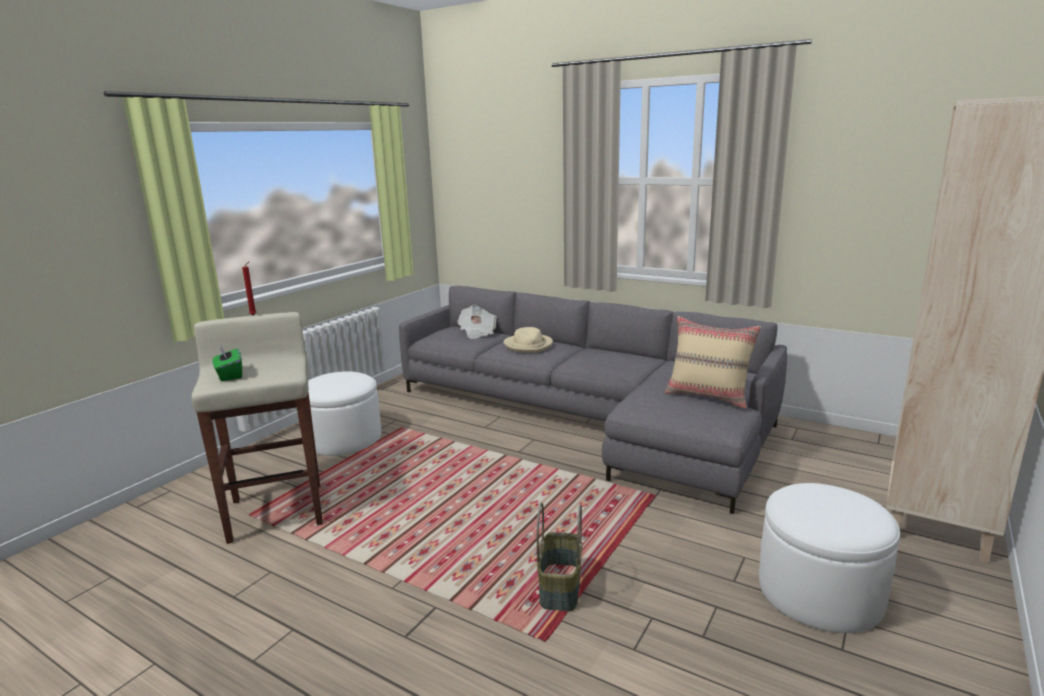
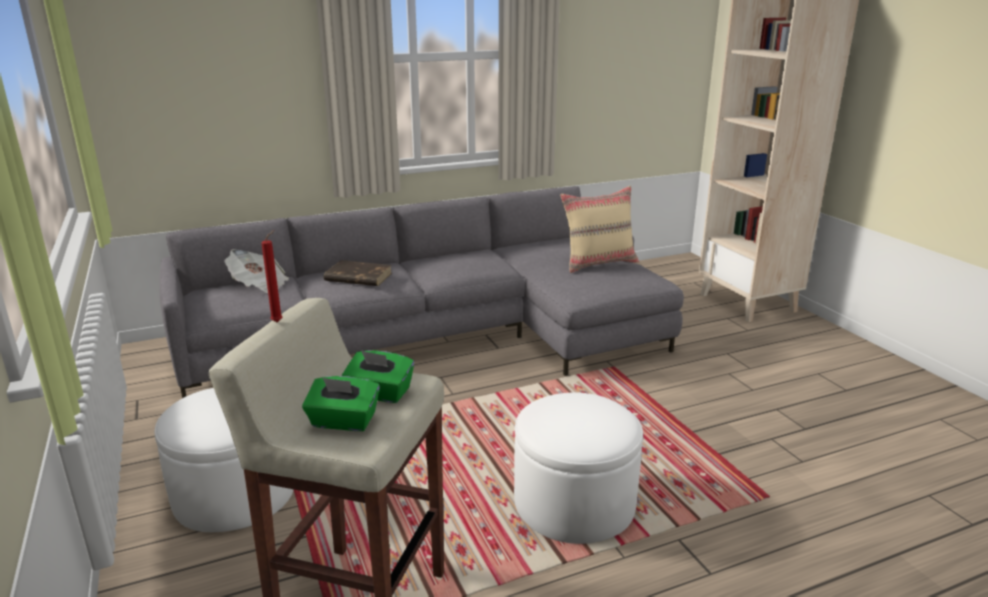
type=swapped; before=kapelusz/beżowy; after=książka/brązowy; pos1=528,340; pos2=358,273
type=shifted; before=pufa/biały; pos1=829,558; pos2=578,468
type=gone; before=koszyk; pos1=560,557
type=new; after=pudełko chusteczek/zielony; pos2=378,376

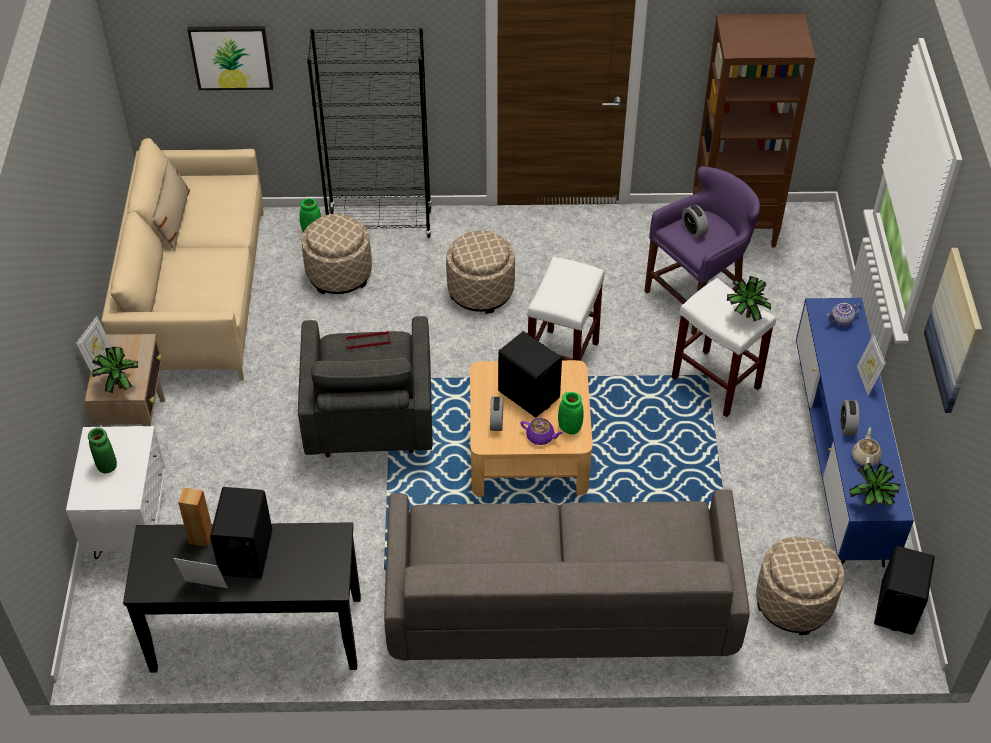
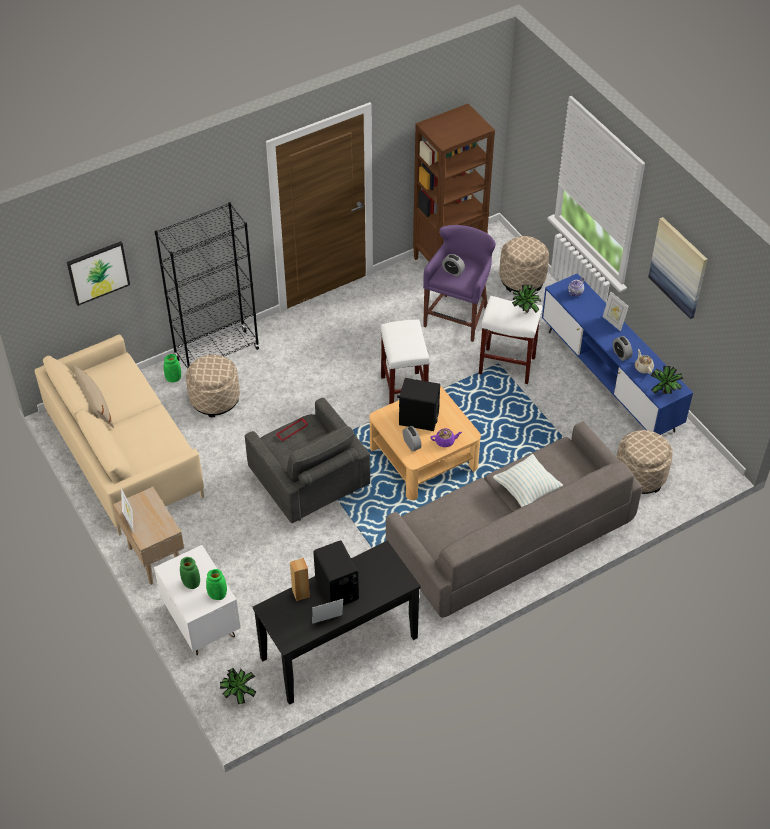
type=shifted; before=pufa/beżowy; pos1=480,272; pos2=524,264
type=shifted; before=roślina doniczkowa; pos1=115,370; pos2=238,686
type=shifted; before=wazon/zielony; pos1=570,413; pos2=216,584
type=gone; before=głośnik/czarny; pos1=904,590
type=new; after=poduszka; pos2=528,480

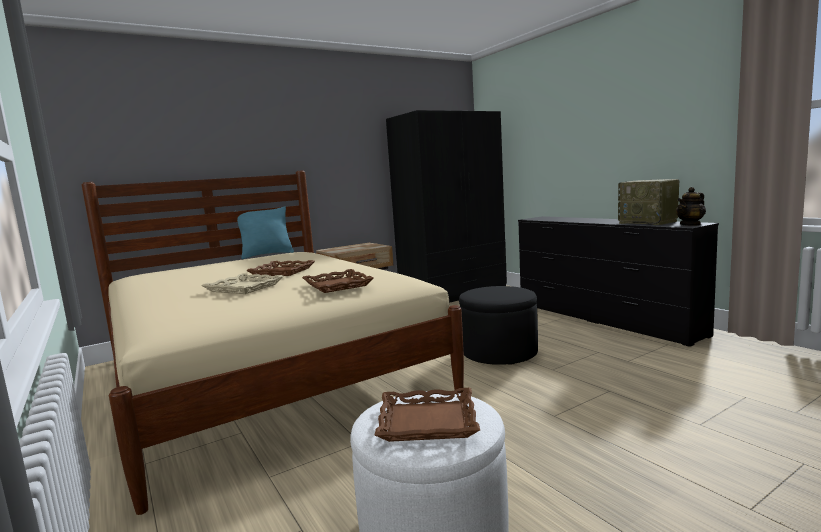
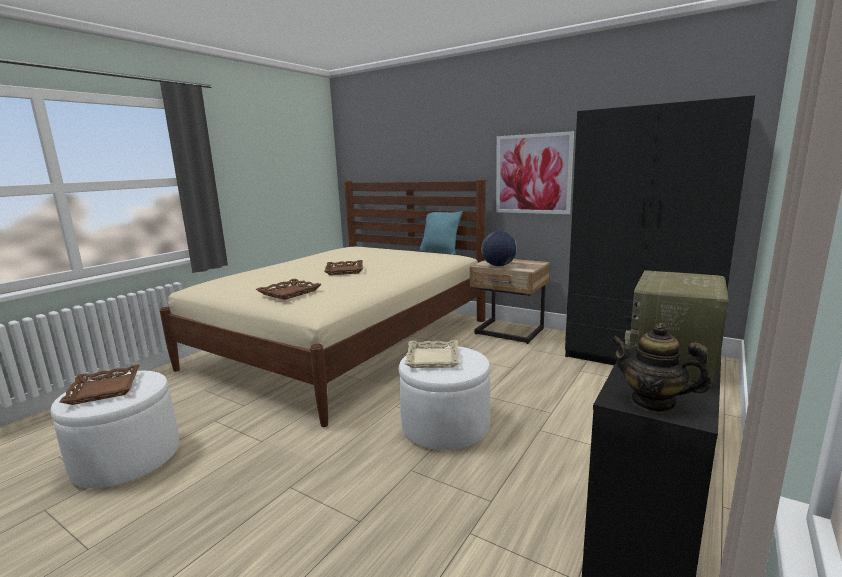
type=shifted; before=taca/beżowy; pos1=242,283; pos2=432,354
type=repainted; before=pufa/czarny; after=pufa/biały; pos1=498,325; pos2=444,398
type=new; after=obraz; pos2=535,172
type=new; after=globus; pos2=499,248

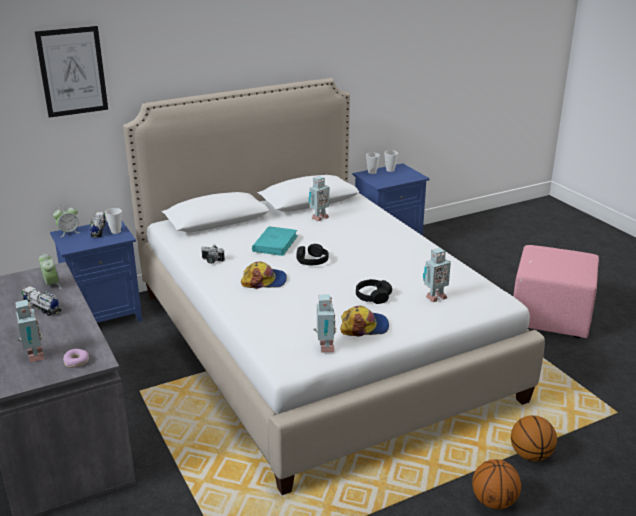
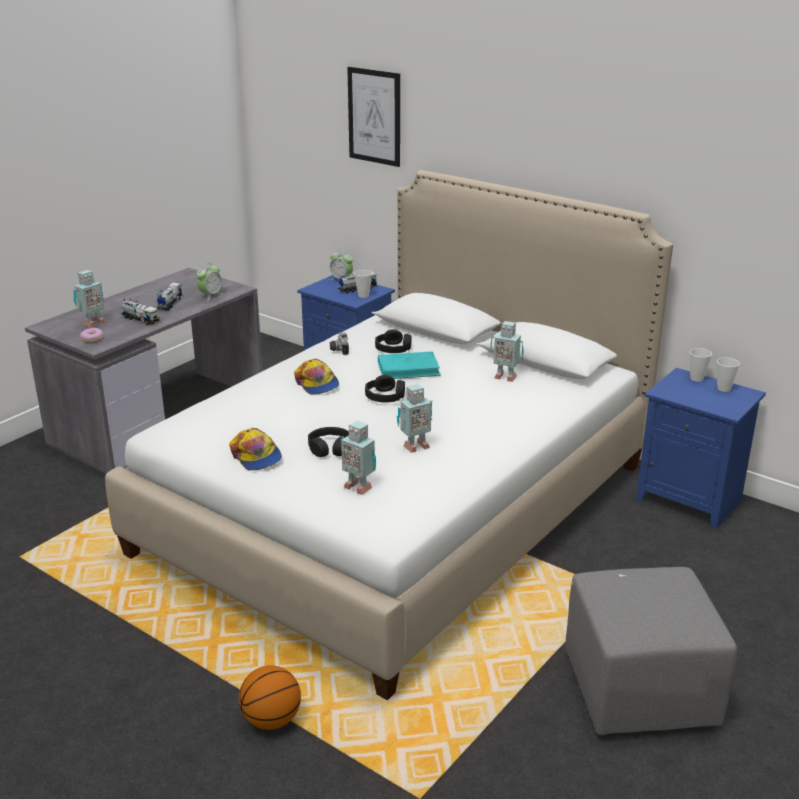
type=repainted; before=pufa/różowy; after=pufa/szary; pos1=556,291; pos2=651,651
type=shifted; before=robot zabawkowy; pos1=325,323; pos2=414,418
type=gone; before=piłka do koszykówki; pos1=496,484
type=new; after=ciężarówka zabawkowa; pos2=140,311
type=new; after=słuchawki/czarny; pos2=393,341

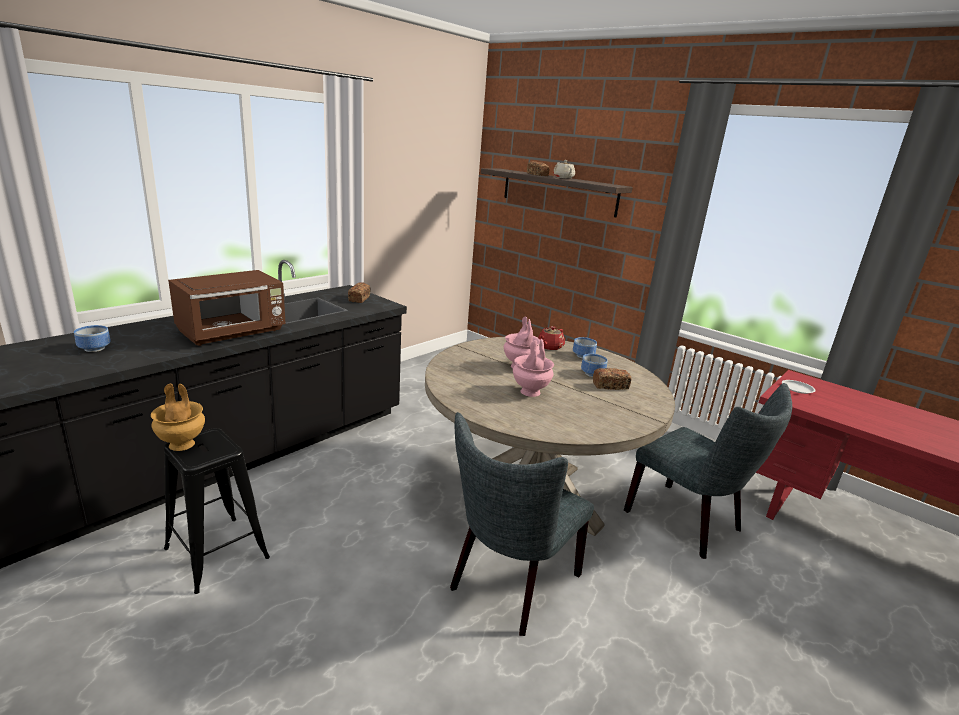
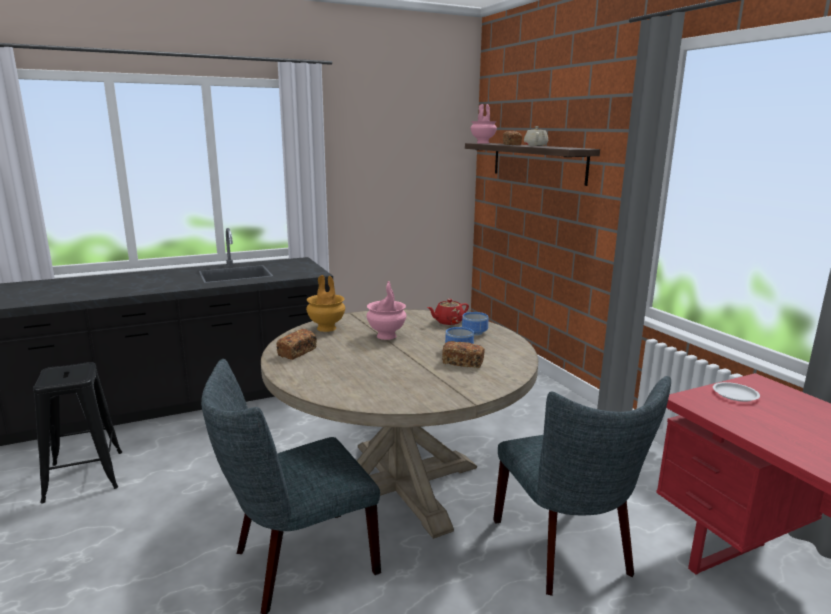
type=gone; before=mikrofalówka/brązowy; pos1=227,308
type=shifted; before=chleb; pos1=359,293; pos2=296,344
type=gone; before=miska; pos1=92,338
type=shifted; before=wazon/różowy; pos1=533,368; pos2=483,123
type=shifted; before=wazon/brązowy; pos1=178,417; pos2=325,303

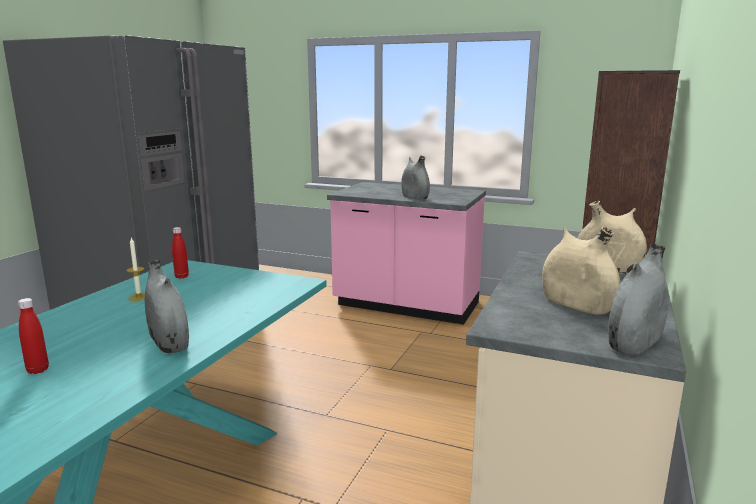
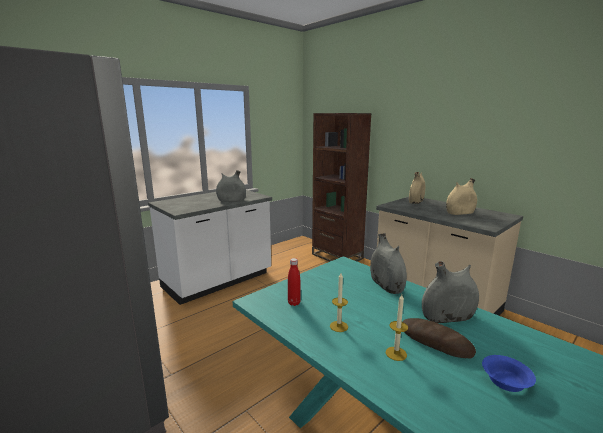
type=repainted; before=zabudowa kuchenna/różowy; after=zabudowa kuchenna/biały; pos1=406,253; pos2=210,247
type=shifted; before=wazon/szary; pos1=638,299; pos2=388,263
type=swapped; before=butelka/czerwony; after=miska/niebieski; pos1=33,336; pos2=509,373
type=new; after=świeca; pos2=397,327
type=new; after=chleb; pos2=439,338

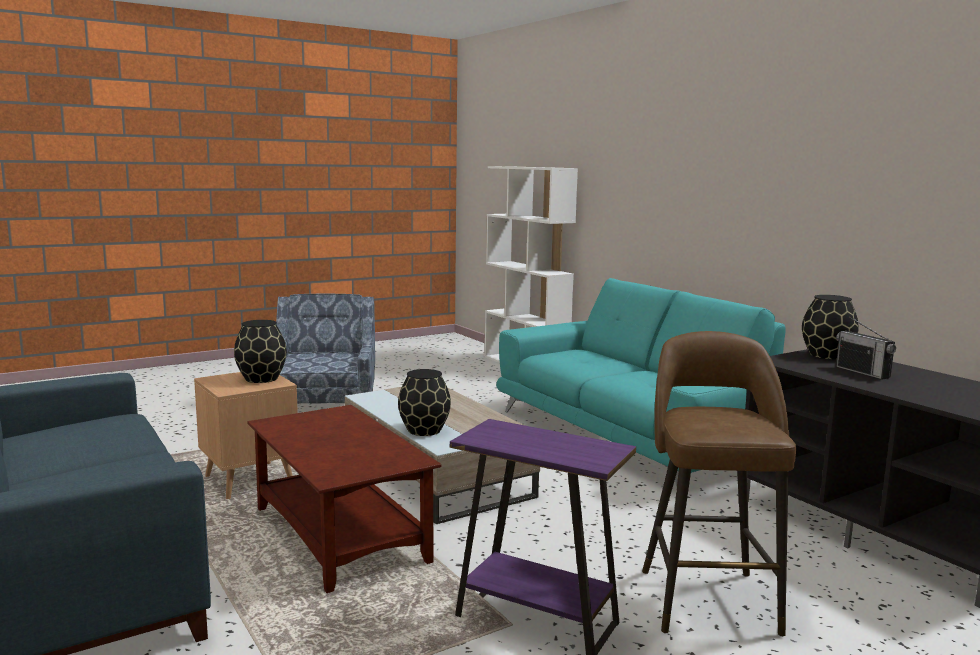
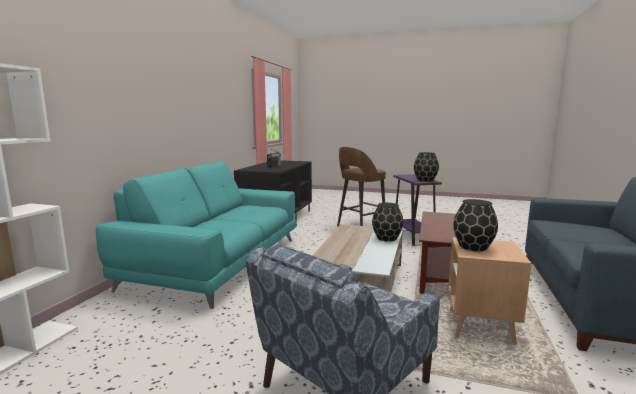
type=shifted; before=wazon/czarny; pos1=830,327; pos2=426,167

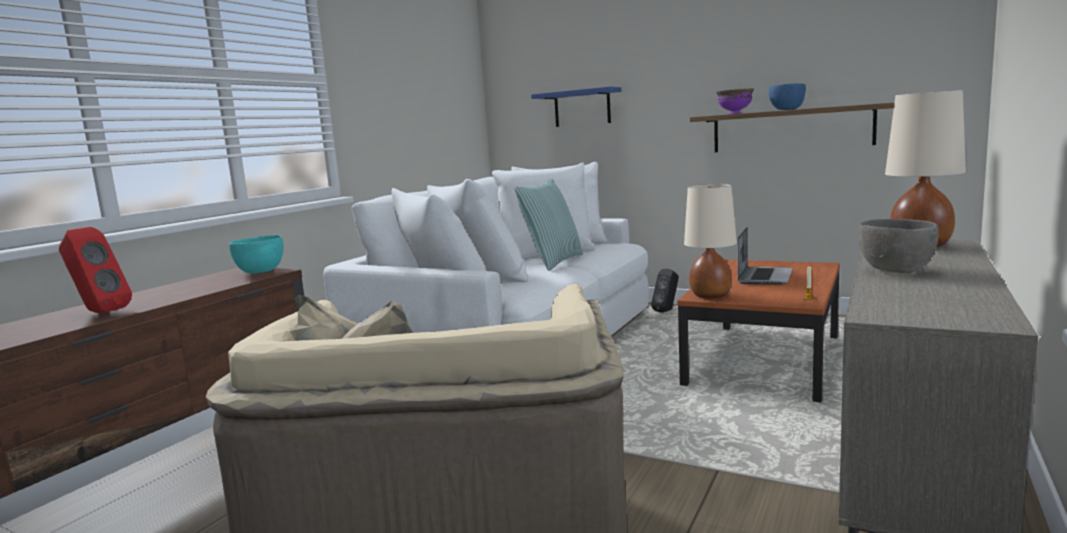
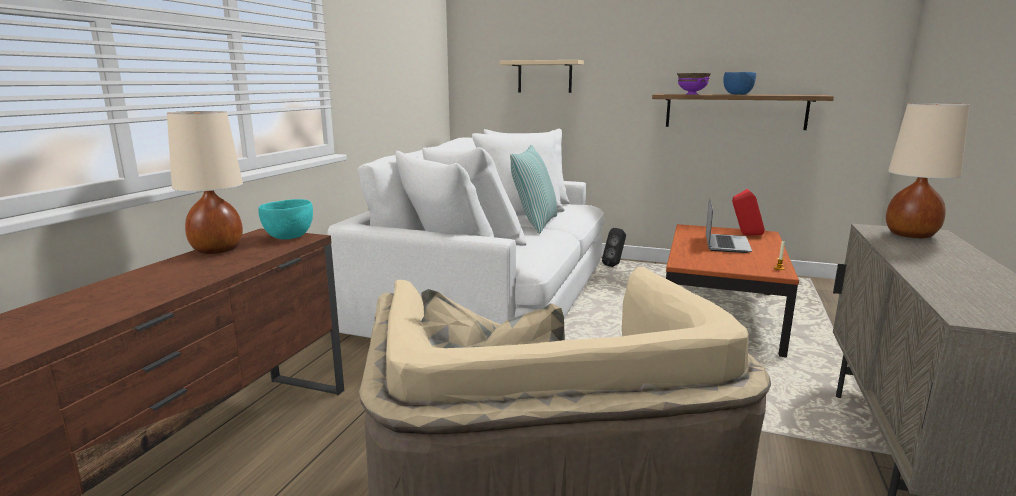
type=repainted; before=półka/niebieski; after=półka/beżowy; pos1=576,106; pos2=542,76
type=shifted; before=lampa stołowa/beżowy; pos1=710,241; pos2=205,182
type=gone; before=miska/szary; pos1=898,246
type=shifted; before=głośnik/czerwony; pos1=95,270; pos2=748,212

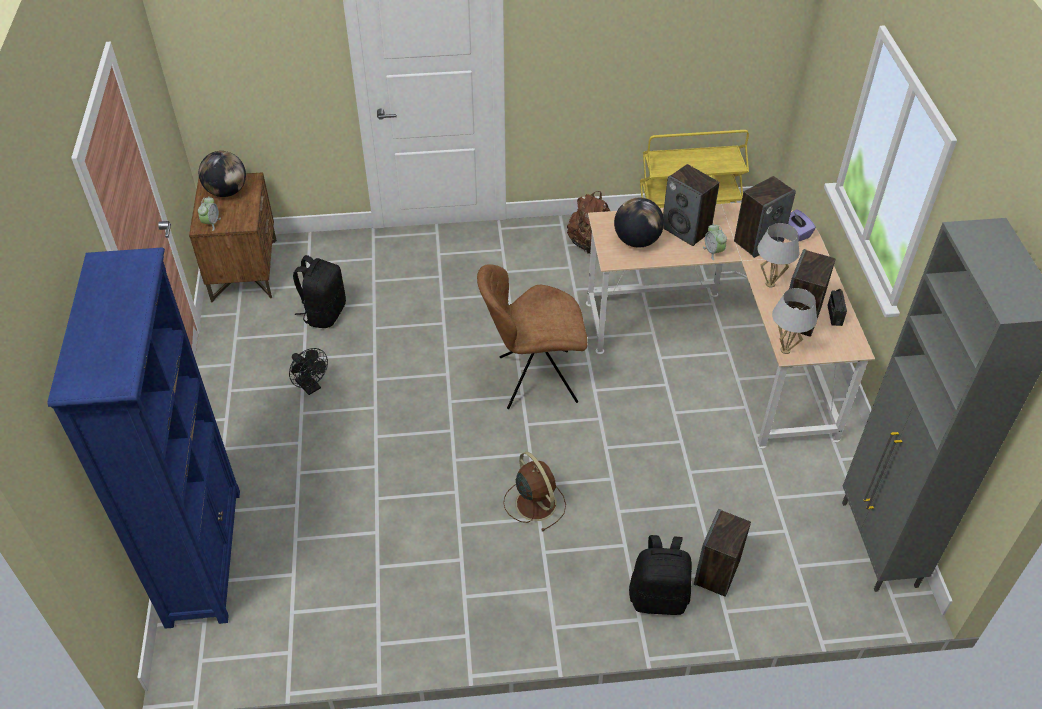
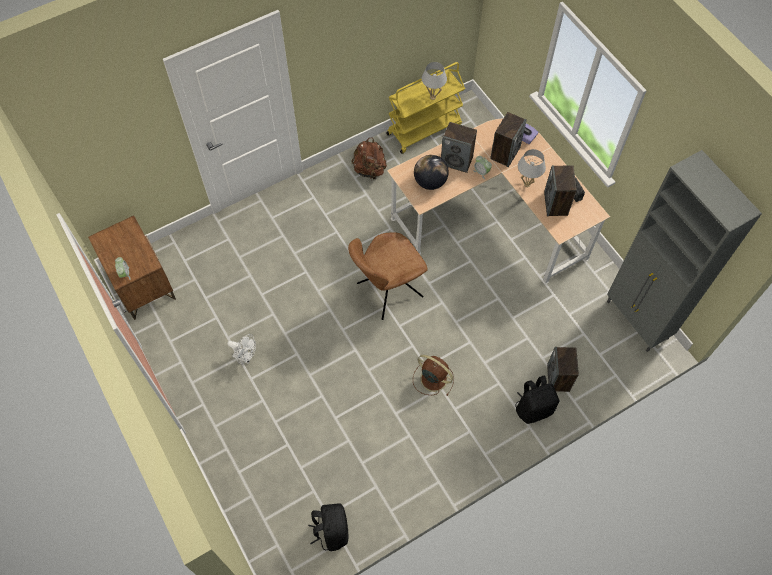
type=gone; before=globus; pos1=222,174
type=gone; before=regał/niebieski; pos1=144,438
type=shifted; before=plecak/czarny; pos1=319,291; pos2=328,527
type=shifted; before=lampa stołowa/biały; pos1=794,321; pos2=434,81
type=repainted; before=wentylator/czarny; after=wentylator/biały; pos1=308,371; pos2=242,349

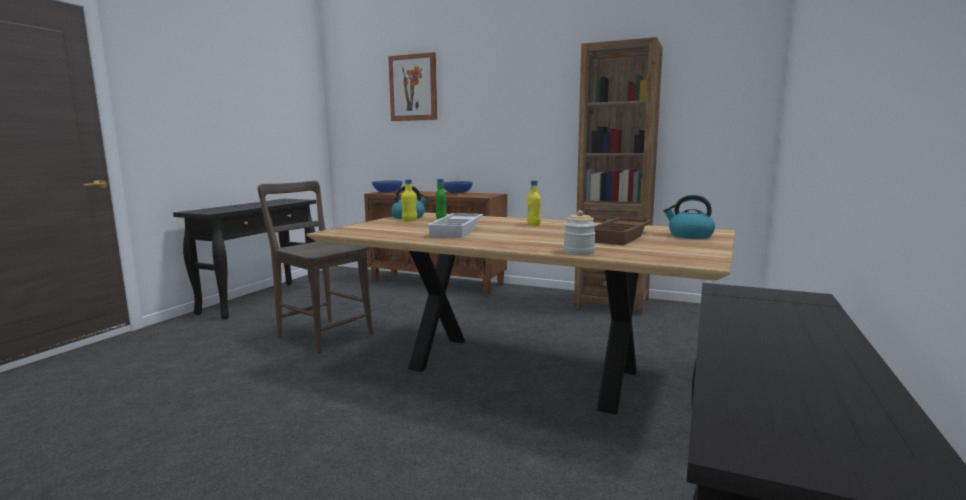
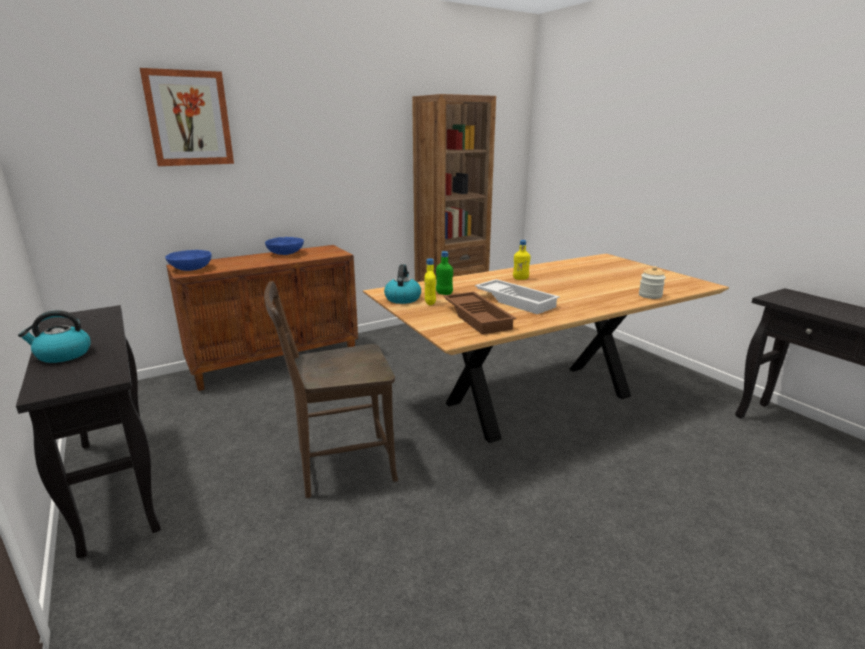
type=shifted; before=czajnik; pos1=689,217; pos2=54,336
type=shifted; before=taca/brązowy; pos1=623,231; pos2=479,313

